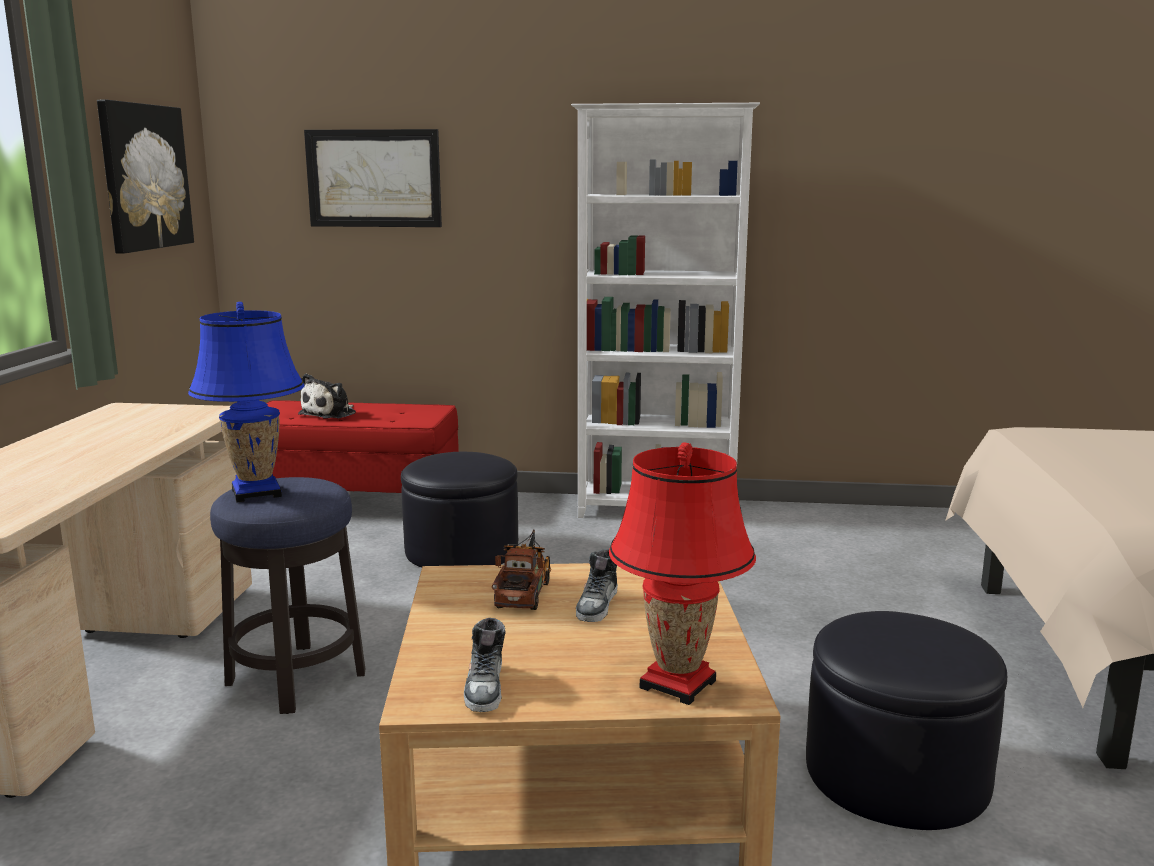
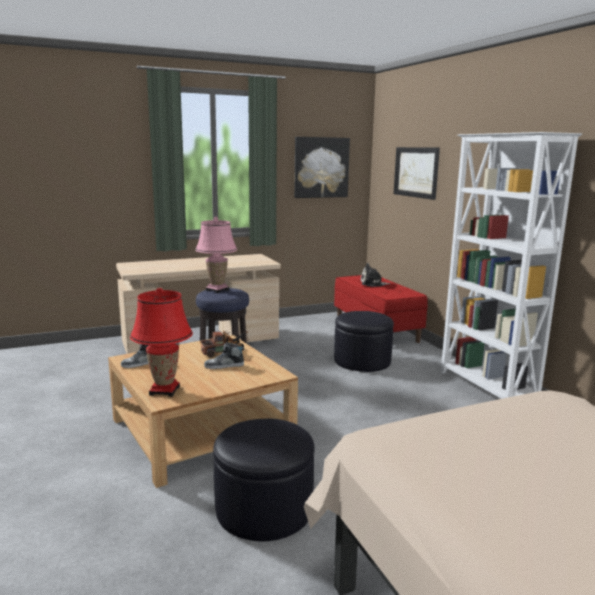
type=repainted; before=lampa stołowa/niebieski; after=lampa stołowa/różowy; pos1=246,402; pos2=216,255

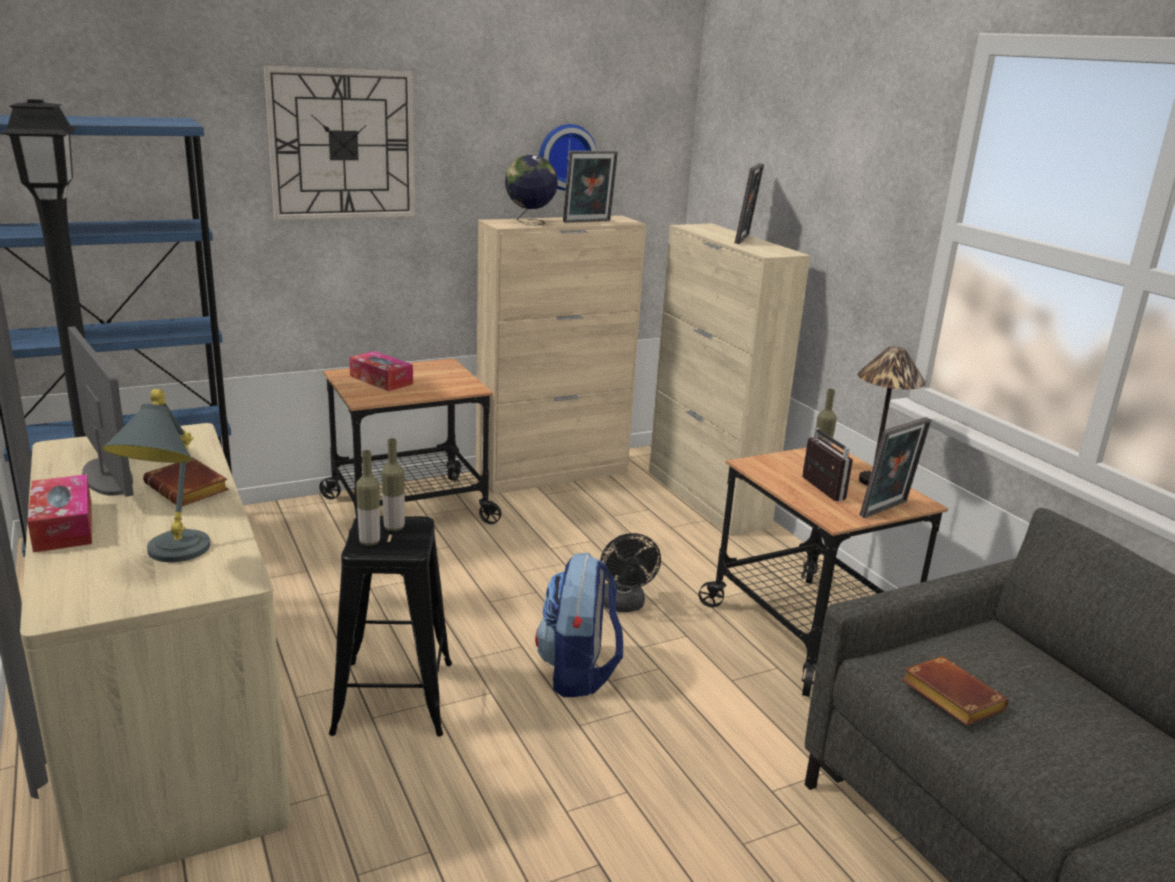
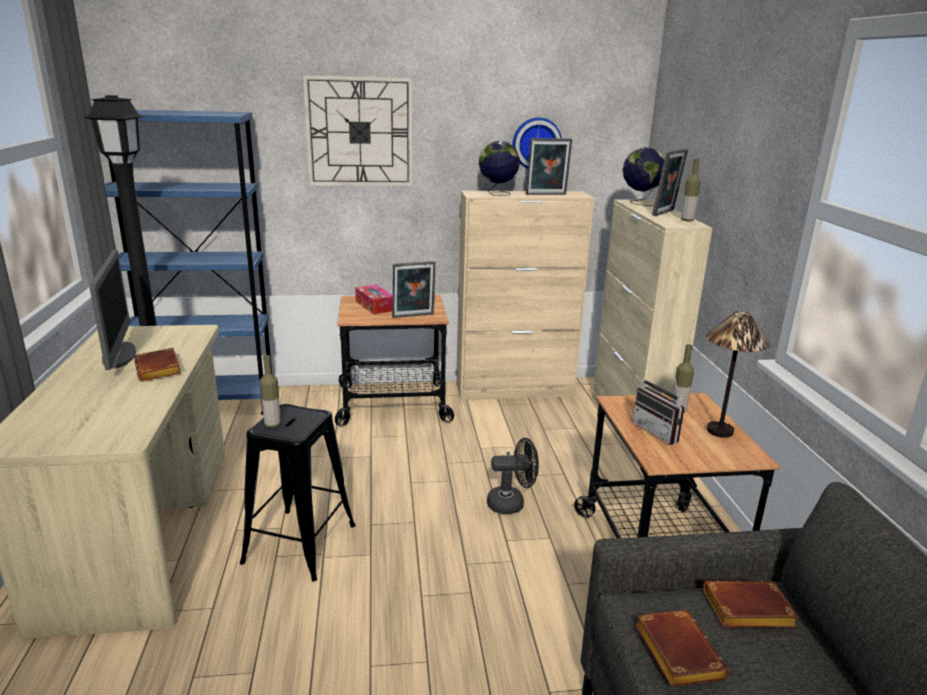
type=gone; before=lampa stołowa/szary; pos1=156,475
type=shifted; before=ramka na zdjęcie; pos1=895,467; pos2=414,289
type=rotated; before=radio; pos1=827,464; pos2=658,408; turn=150
type=shifted; before=butelka; pos1=393,484; pos2=691,189
type=gone; before=pudełko chusteczek; pos1=59,513
type=rotated; before=wentylator/czarny; pos1=630,572; pos2=513,476; turn=-105
type=gone; before=plecak; pos1=579,625
type=new; after=globus; pos2=643,176
type=new; after=książka/brązowy; pos2=751,604

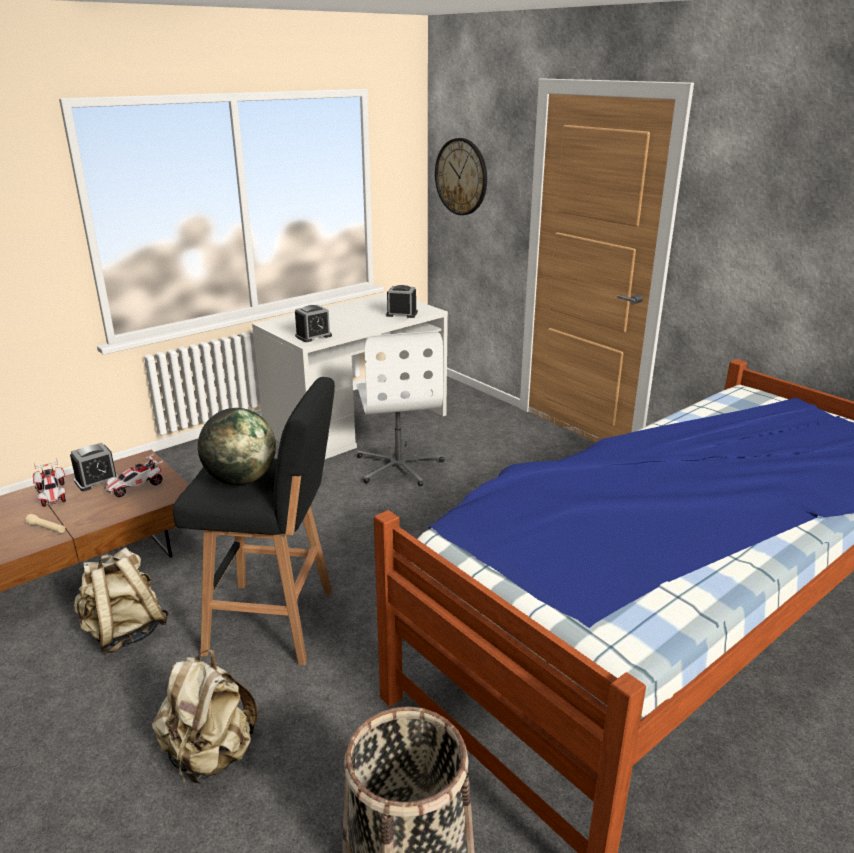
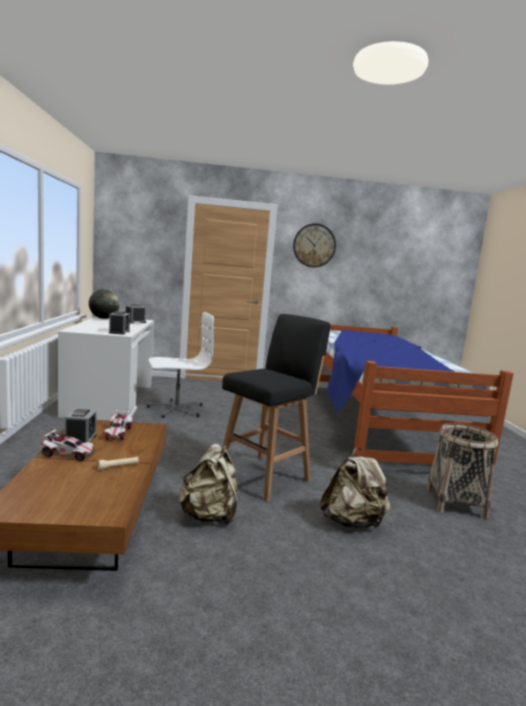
type=shifted; before=zegar ścienny; pos1=461,176; pos2=314,245
type=rotated; before=krzesło biurowe/biały; pos1=401,408; pos2=180,365; turn=-45
type=shifted; before=globus; pos1=237,446; pos2=104,304

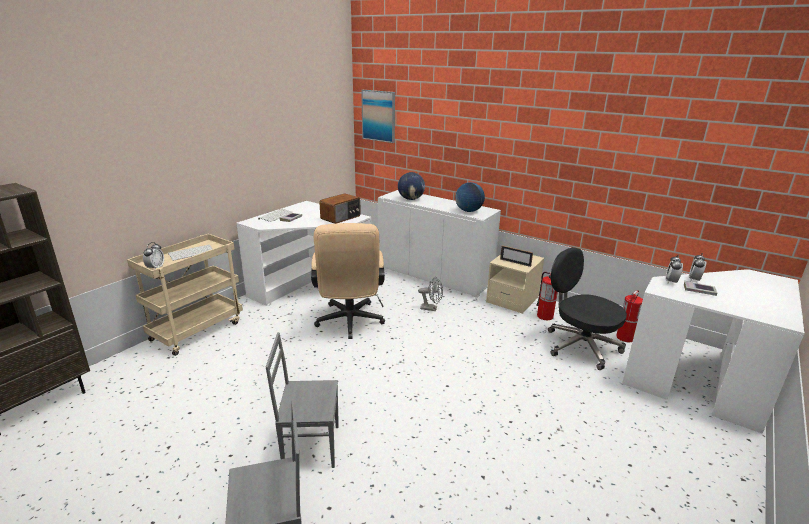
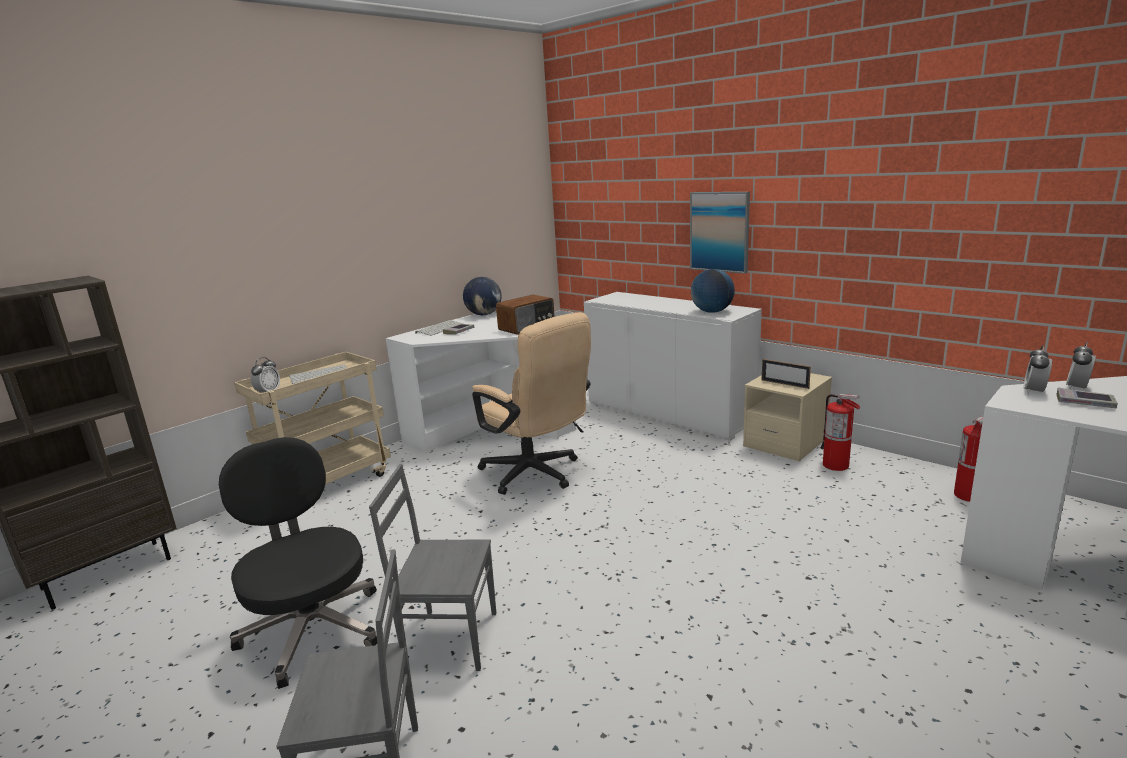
type=shifted; before=obraz; pos1=378,116; pos2=720,233
type=shifted; before=globus; pos1=411,186; pos2=482,296
type=rotated; before=krzesło biurowe/beżowy; pos1=348,281; pos2=531,403; turn=-45
type=shifted; before=krzesło biurowe/czarny; pos1=587,308; pos2=298,563
type=gone; before=wentylator/szary; pos1=430,294

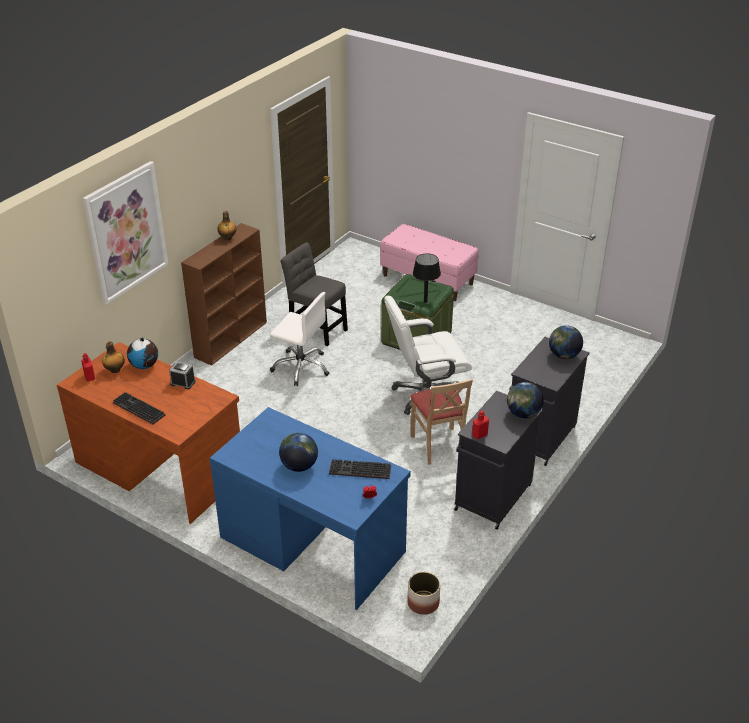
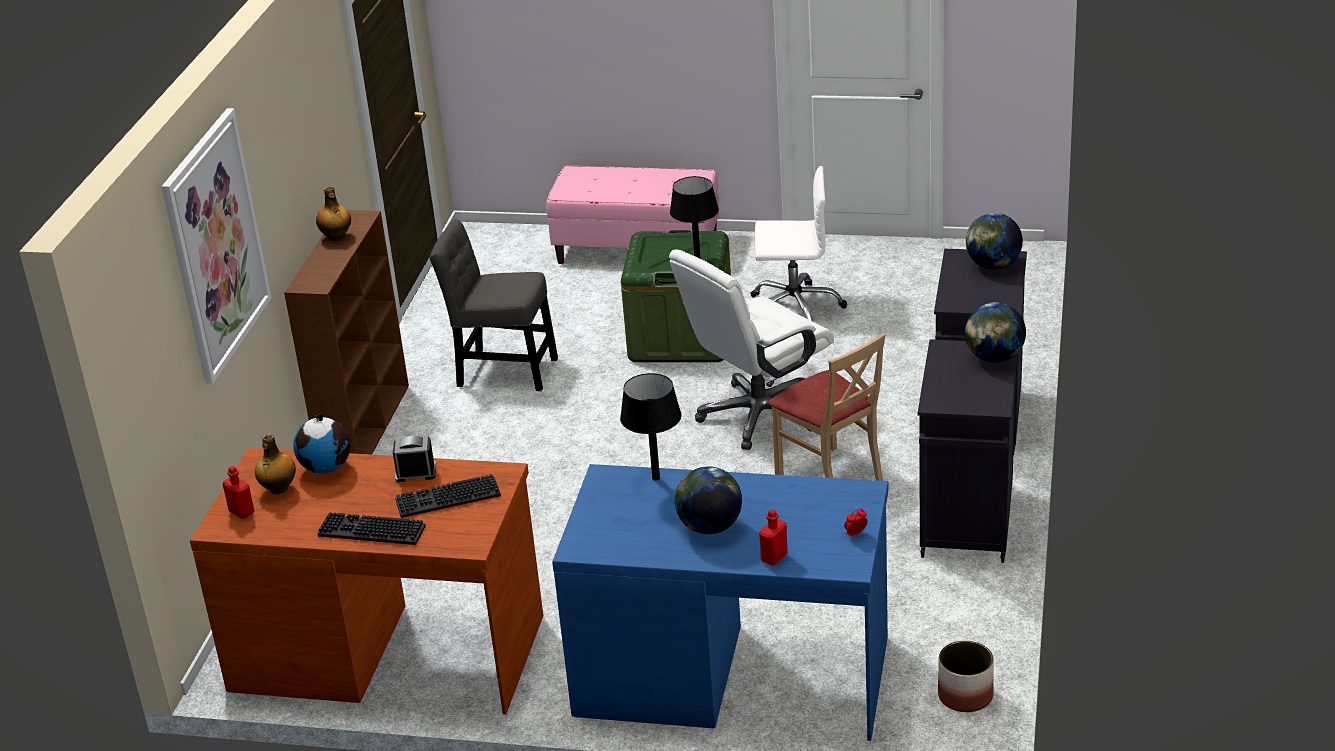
type=shifted; before=krzesło biurowe/biały; pos1=299,339; pos2=798,243
type=shifted; before=butelka/czerwony; pos1=480,425; pos2=773,537
type=shifted; before=klawiatura; pos1=360,469; pos2=448,496
type=new; after=lampa stołowa/czarny; pos2=650,426

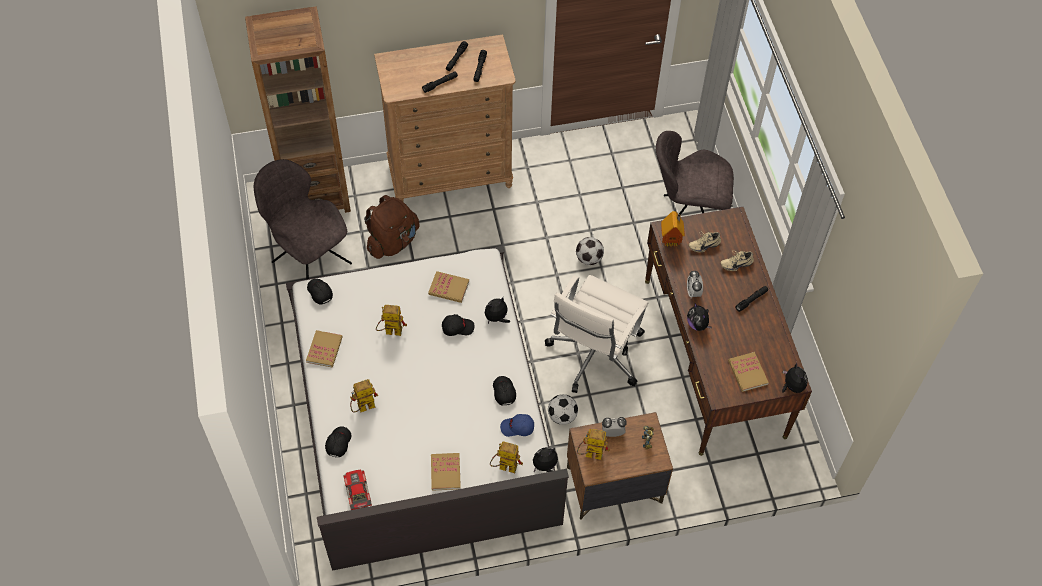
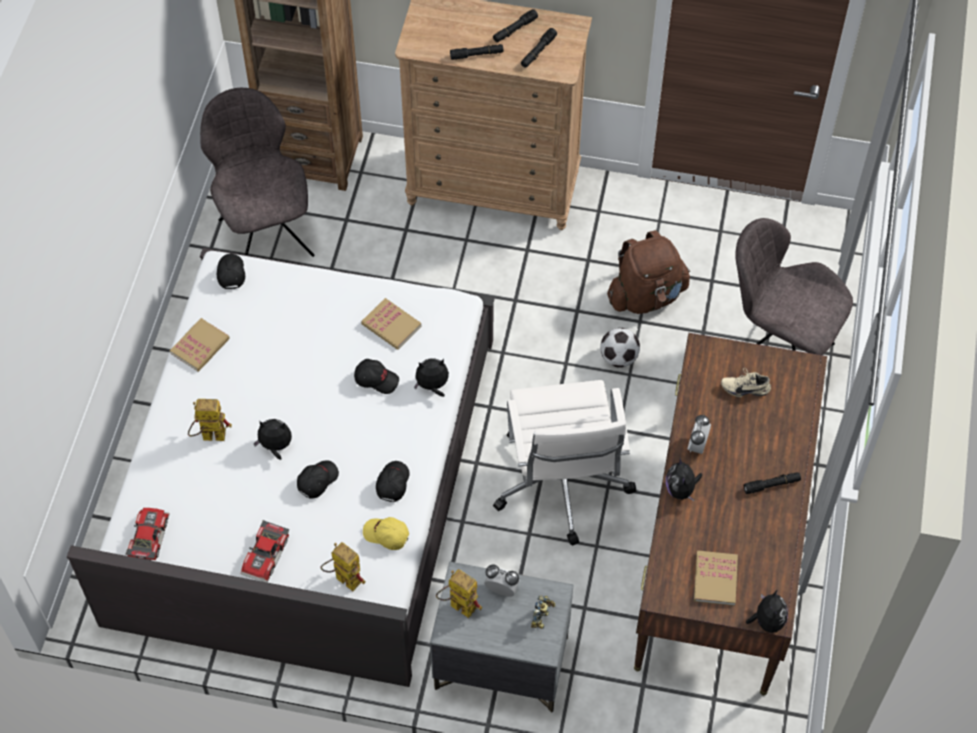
type=shifted; before=plecak/brązowy; pos1=391,227; pos2=648,272
type=gone; before=domek; pos1=673,229
type=gone; before=but/beżowy; pos1=737,260
type=rotated; before=krzesło biurowe/biały; pos1=596,334; pos2=565,463; turn=-60
type=gone; before=robot zabawkowy; pos1=391,320
type=gone; before=piłka futbolowa; pos1=563,409
type=repainted; before=szafka nocna/brązowy; after=szafka nocna/szary; pos1=620,466; pos2=501,637
type=repainted; before=czapka z daszkiem/niebieski; after=czapka z daszkiem/żółty; pos1=517,425; pos2=386,533
type=shifted; before=czapka z daszkiem/czarny; pos1=338,441; pos2=318,479
type=shifted; before=pluszak; pos1=545,460; pos2=273,439
type=swapped; before=książka; after=samochodzik; pos1=446,472; pos2=265,551

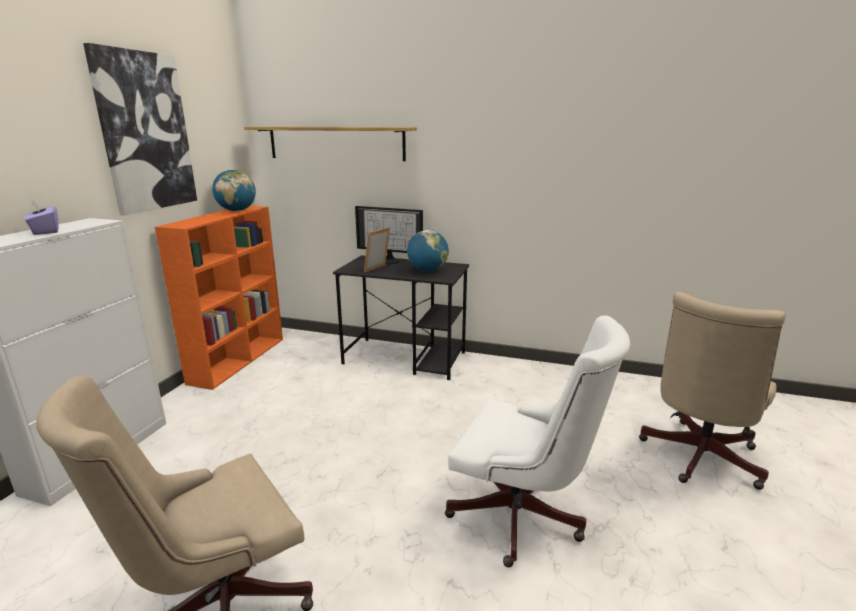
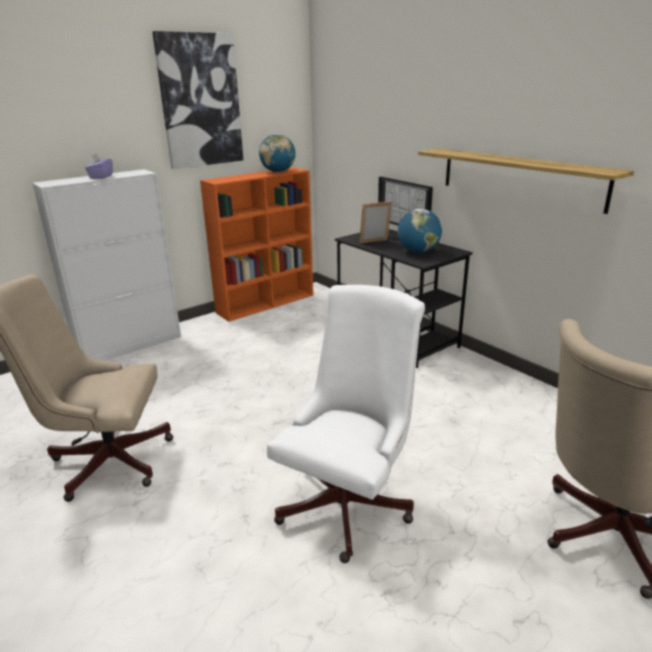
type=shifted; before=półka; pos1=330,143; pos2=526,181
type=rotated; before=krzesło biurowe/biały; pos1=537,441; pos2=346,424; turn=-120

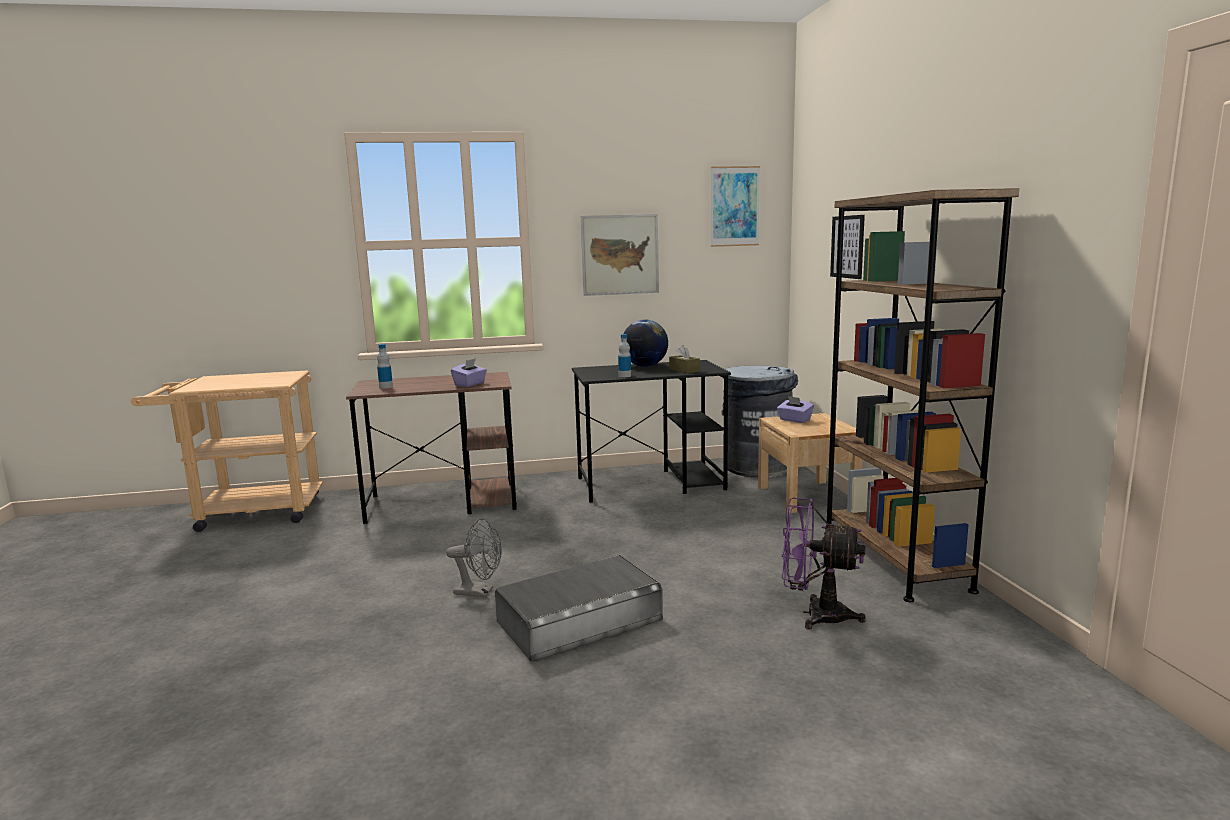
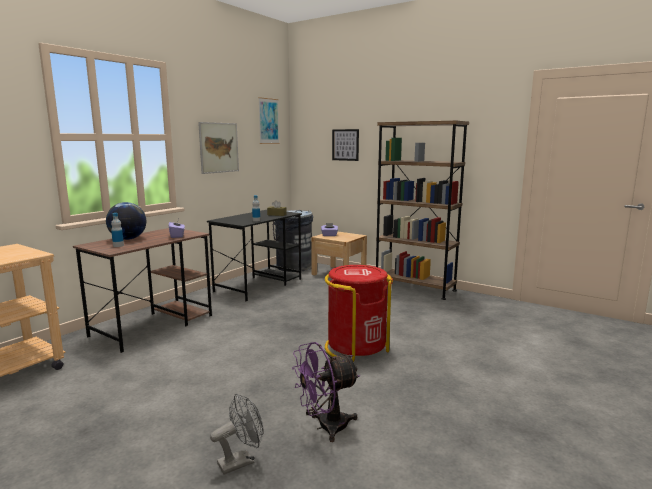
type=shifted; before=globus; pos1=646,343; pos2=126,221
type=shifted; before=wentylator/fioletowy; pos1=824,563; pos2=326,392
type=shifted; before=wentylator/szary; pos1=474,557; pos2=237,434
type=swapped; before=pojemnik do przechowywania/szary; after=kosz na śmieci/czerwony; pos1=579,608; pos2=359,313

